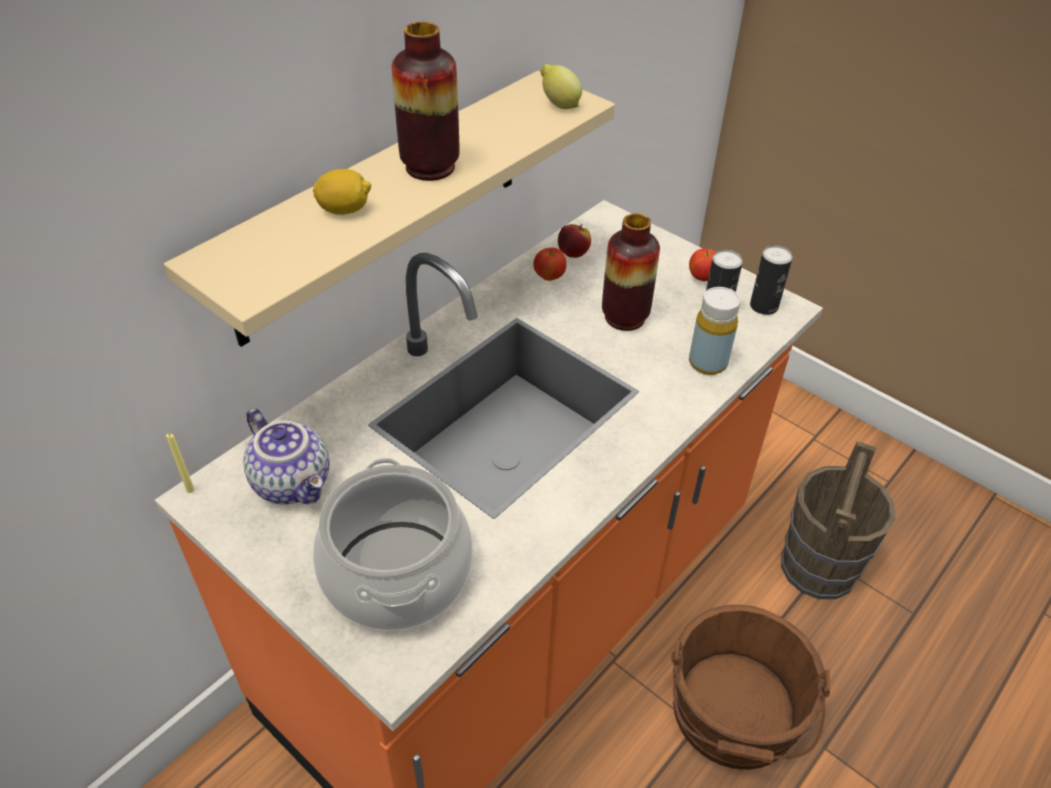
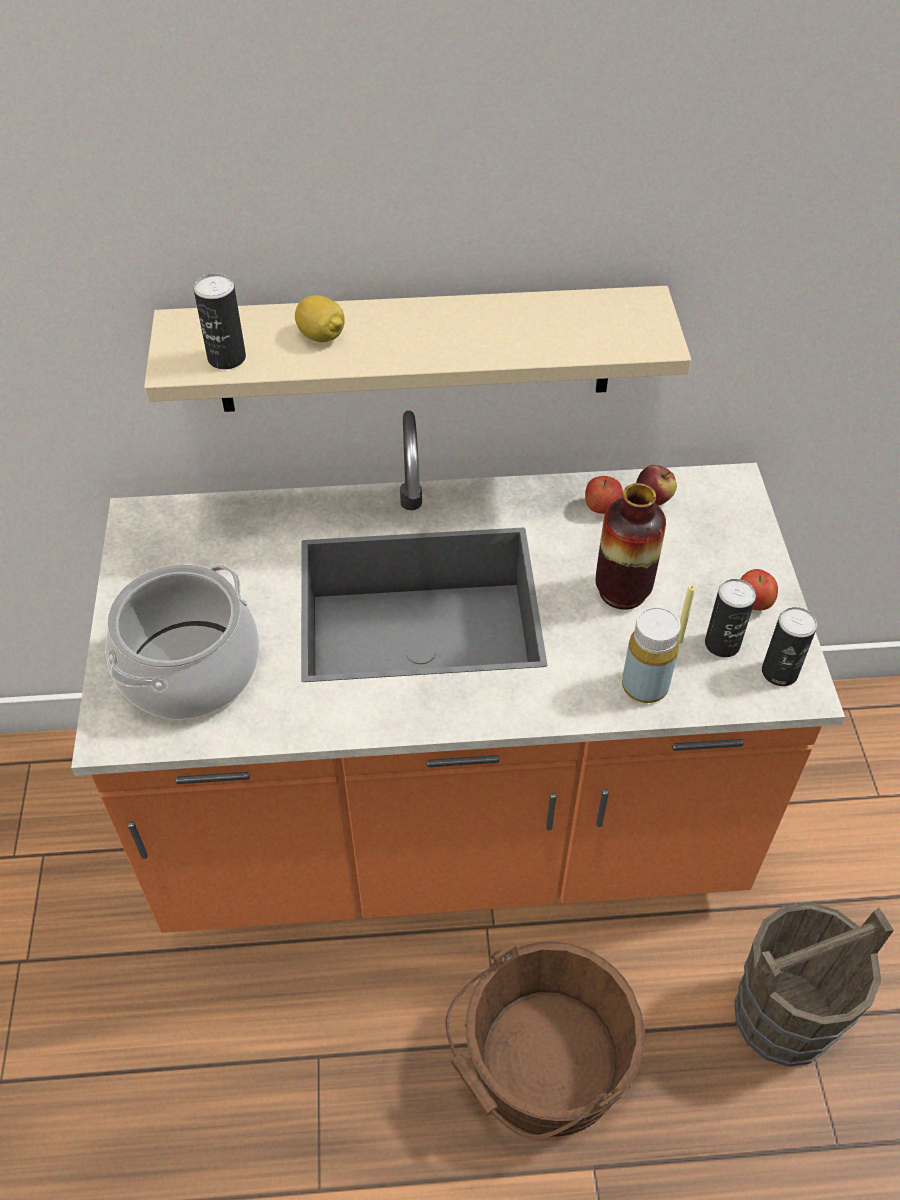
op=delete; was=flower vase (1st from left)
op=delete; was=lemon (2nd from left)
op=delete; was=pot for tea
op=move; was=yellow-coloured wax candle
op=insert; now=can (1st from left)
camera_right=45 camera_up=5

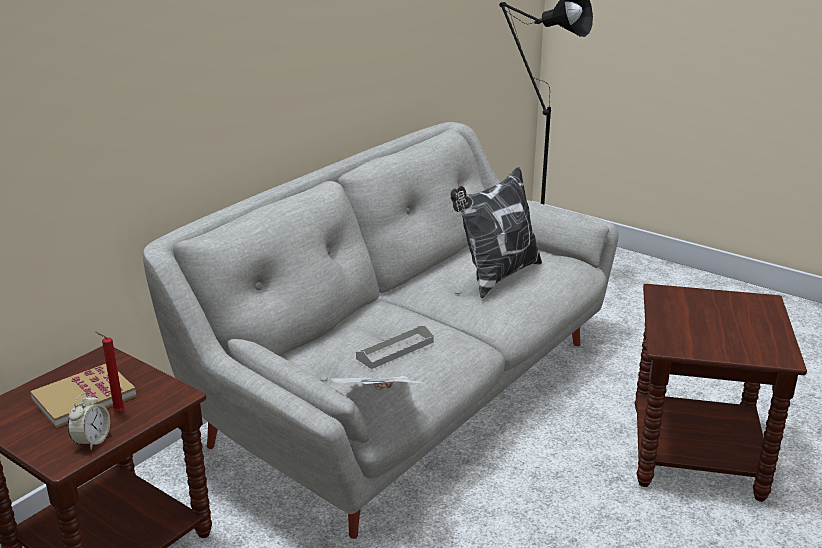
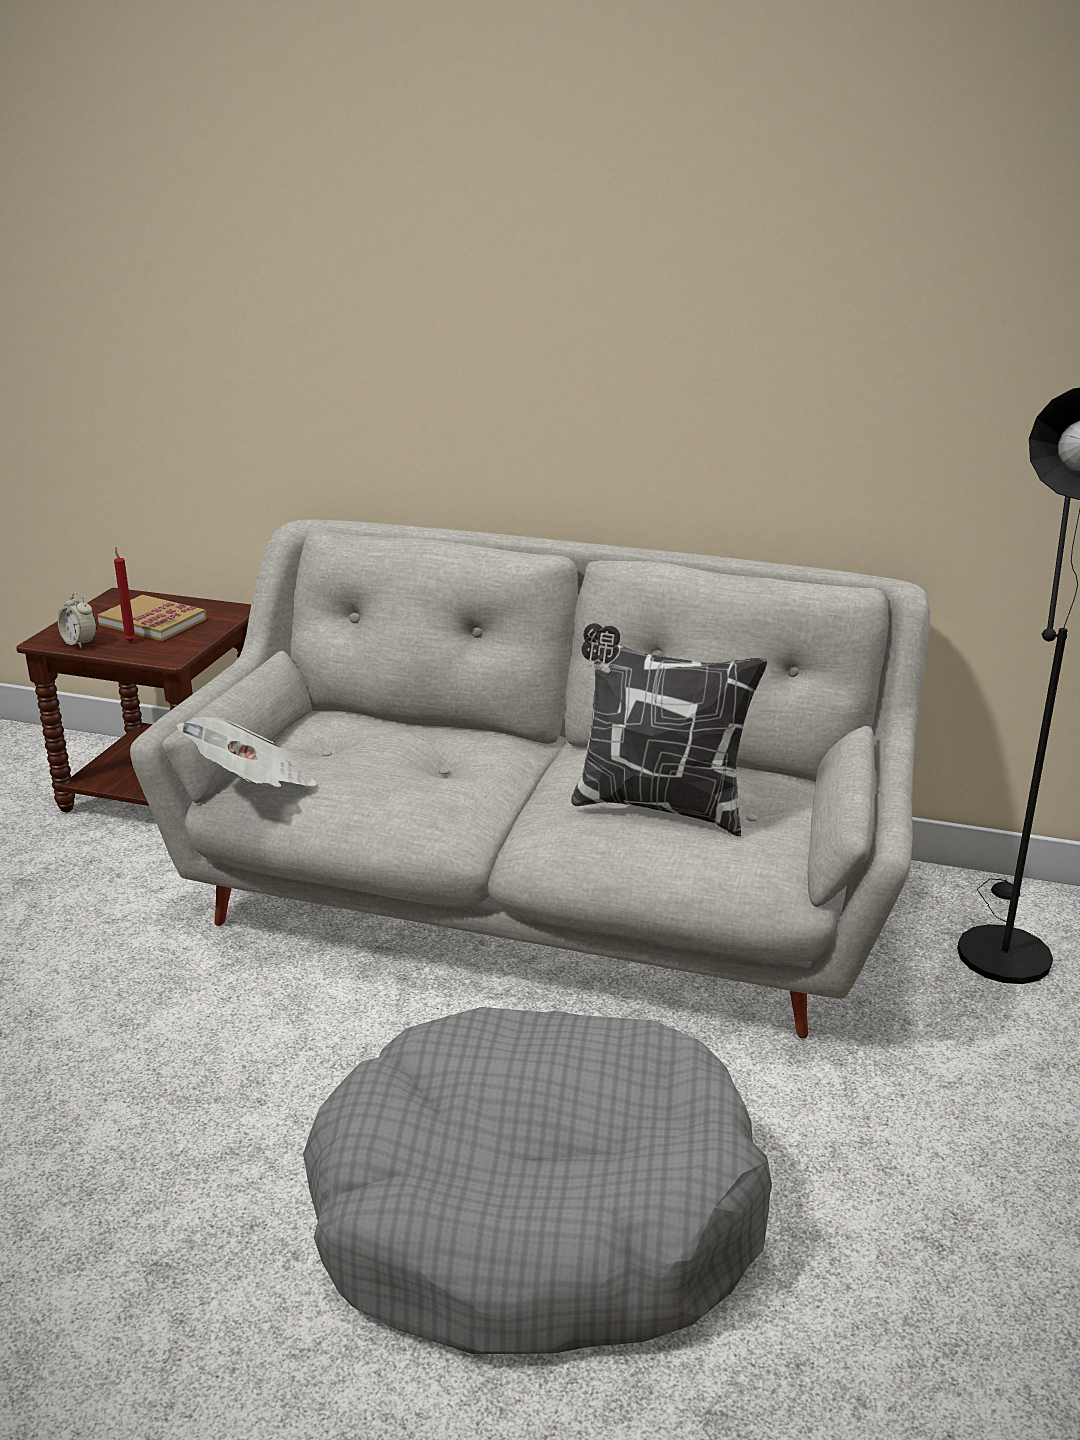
op=replace; was=brown end table (2nd from left); now=greyish dog cushion
op=delete; was=greyish tray
op=rotate; was=alarm clock; clockwise=45
camera_right=70 camera_up=0

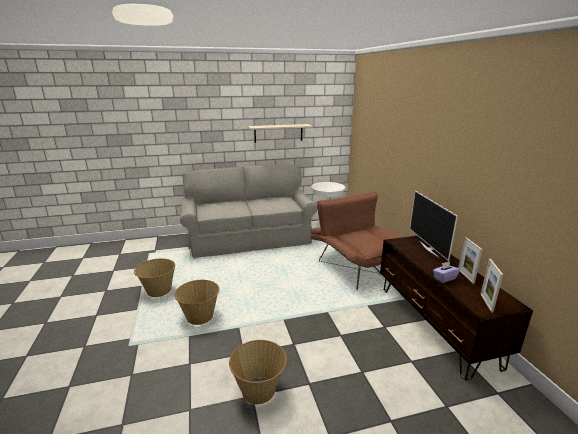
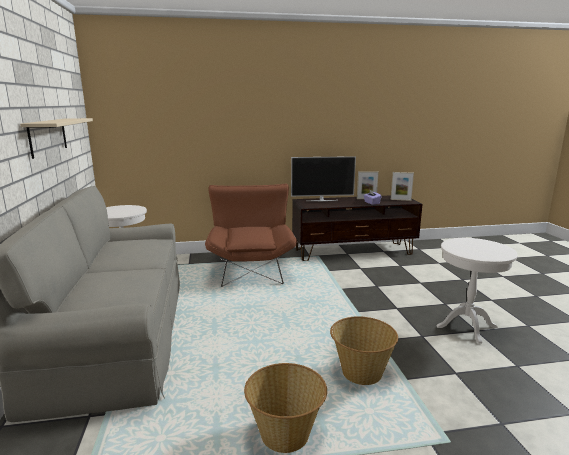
op=rotate; was=brown lounge chair; clockwise=105
op=replace; was=basket (3rd from left); now=whitish end table (2nd from left)
camera_right=-85 camera_up=-5

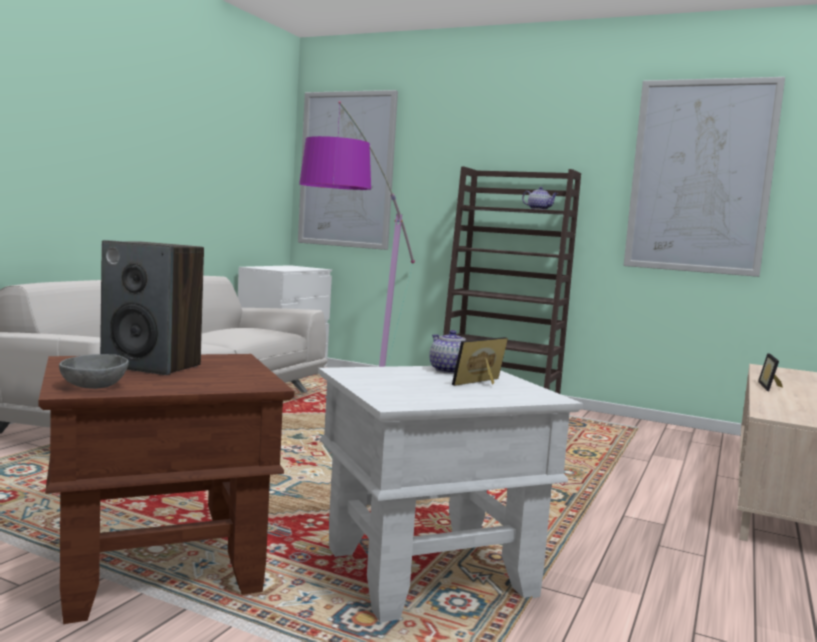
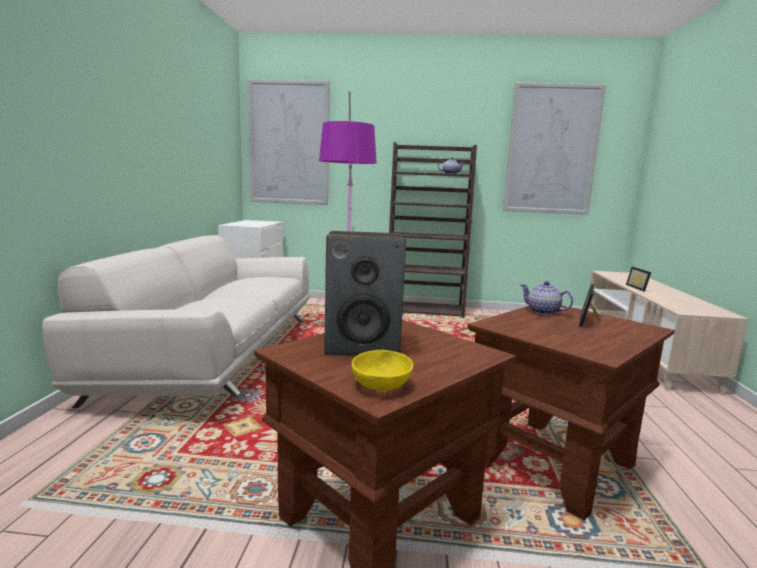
op=recolor; was=greyish bowl; now=yellow-coloured bowl
op=recolor; was=whitish end table; now=brown end table (2nd from left)
camera_right=-20 camera_up=5

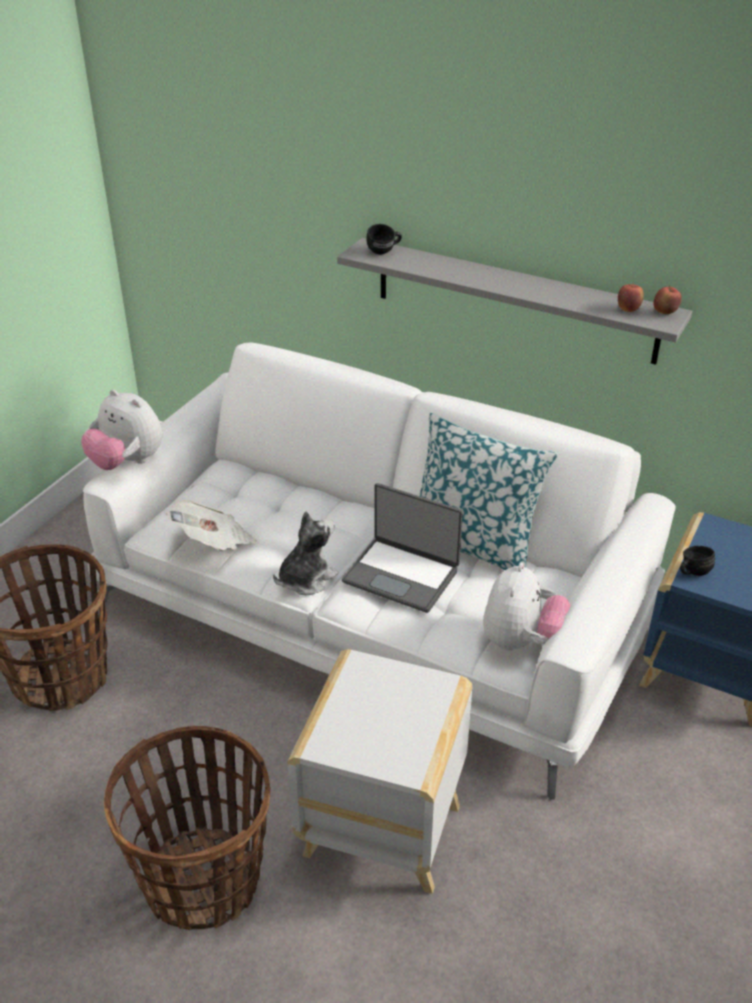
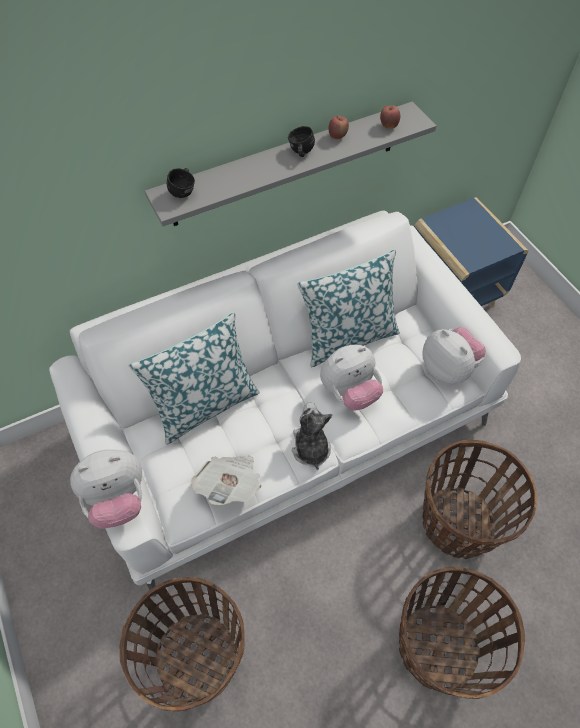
op=move; was=whole apple (2nd from left in the first image); now=whole apple (1st from left)
op=replace; was=laptop; now=plush toy (3rd from left)
op=move; was=black-coloured tea mug (2nd from left)
op=replace; was=whitish end table; now=basket (3rd from left)
op=insert; now=pillow (1st from left)
camera_right=-55 camera_up=20

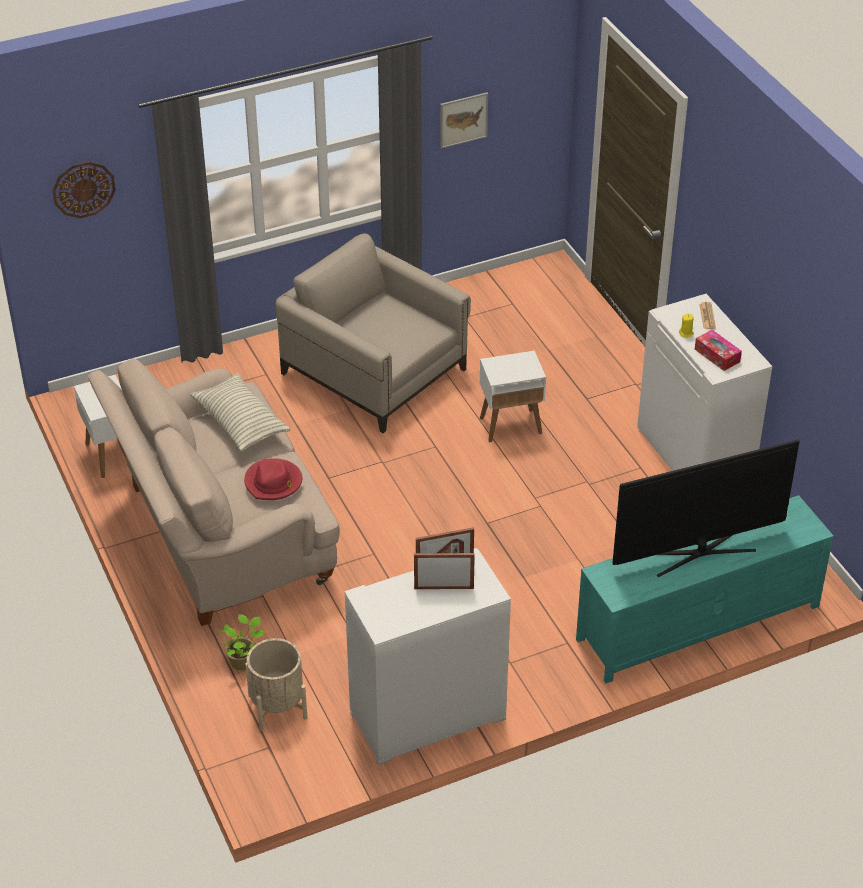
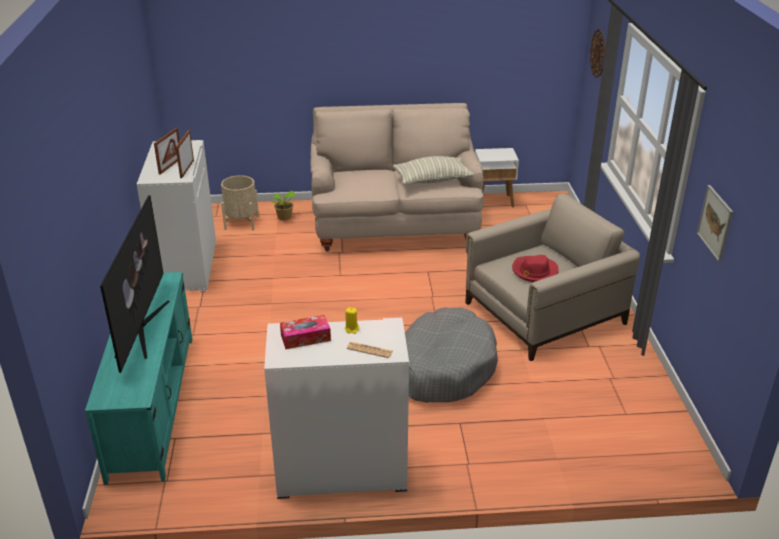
op=replace; was=whitish end table (2nd from left); now=greyish dog cushion
op=move; was=red-coloured wearable hat
camera_right=110 camera_up=-10

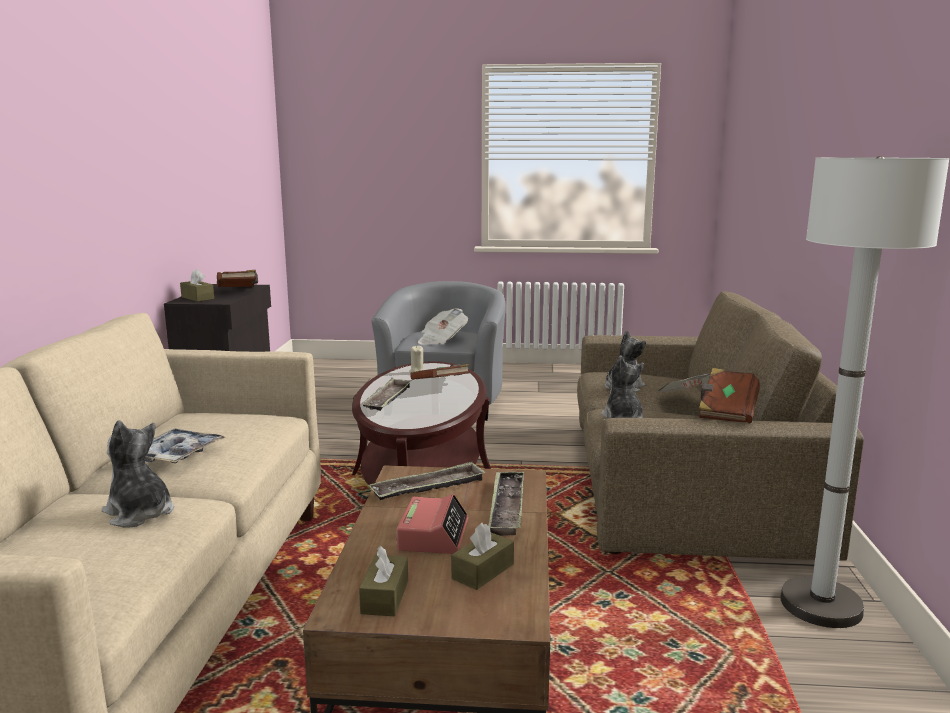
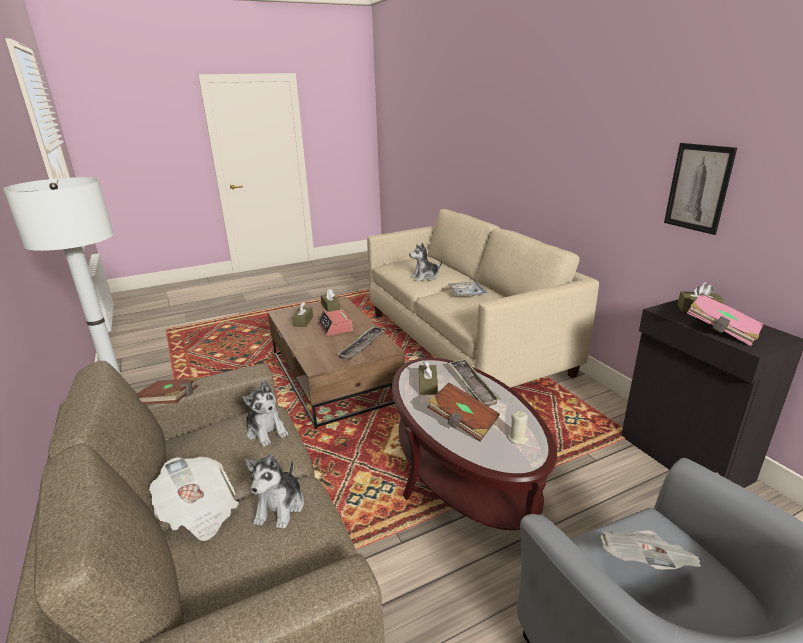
op=recolor; was=brown book (1st from left); now=pink book
op=rotate; was=plush toy (1st from left in the first image); clockwise=150
op=delete; was=tray (4th from left)
op=insert; now=wall art
op=insert; now=brown box of tissues (3rd from left)
camera_right=150 camera_up=10

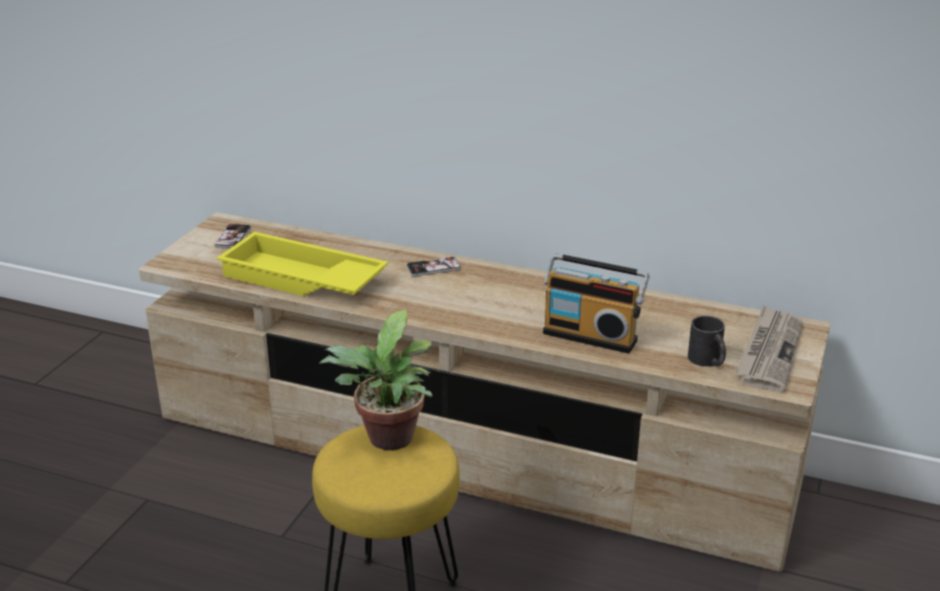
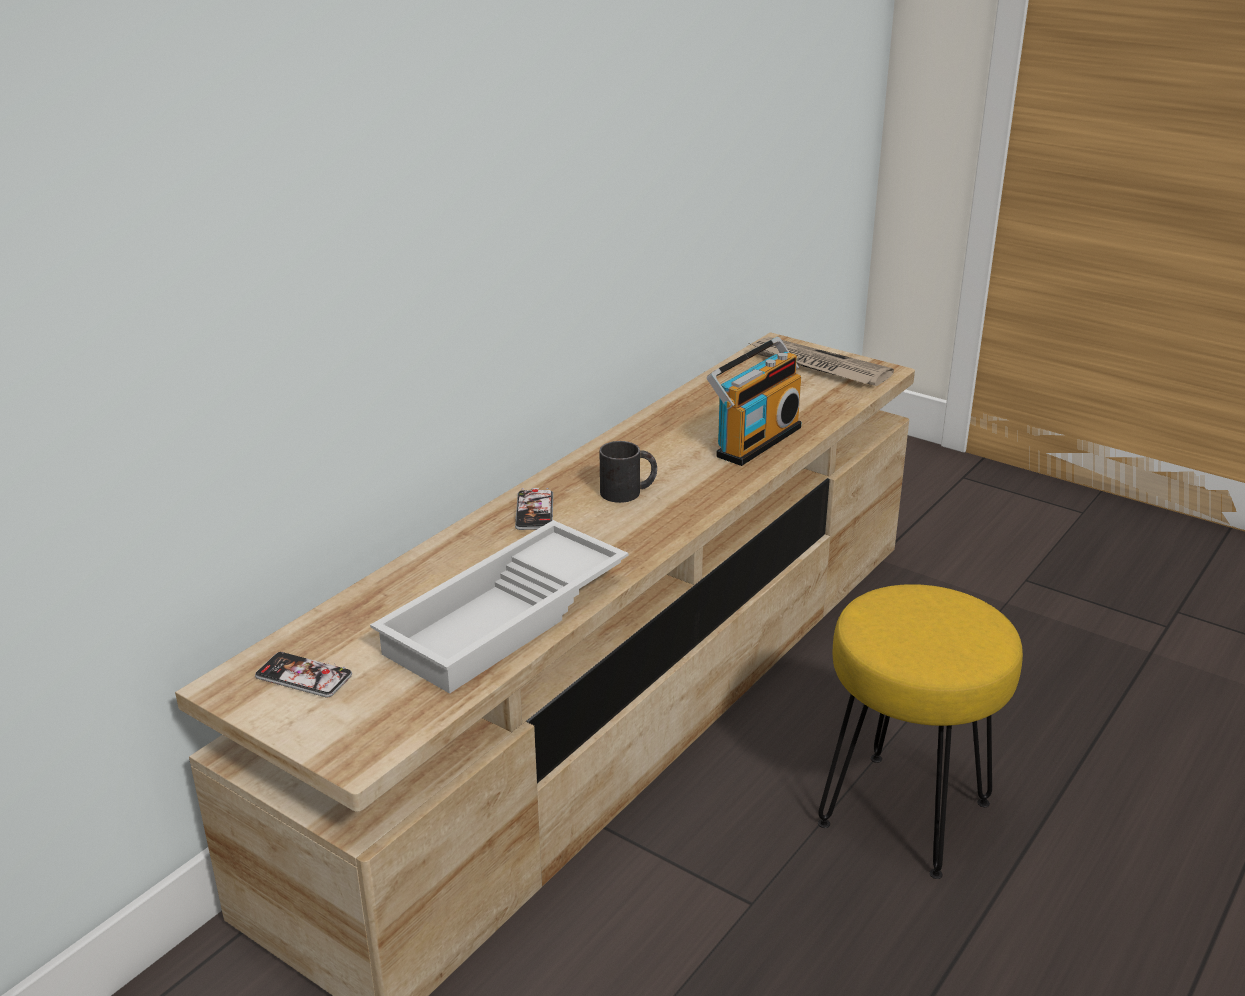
op=recolor; was=yellow-coloured tray; now=whitish tray
op=delete; was=potted plant
op=move; was=black-coloured tea mug
camera_right=-75 camera_up=0

